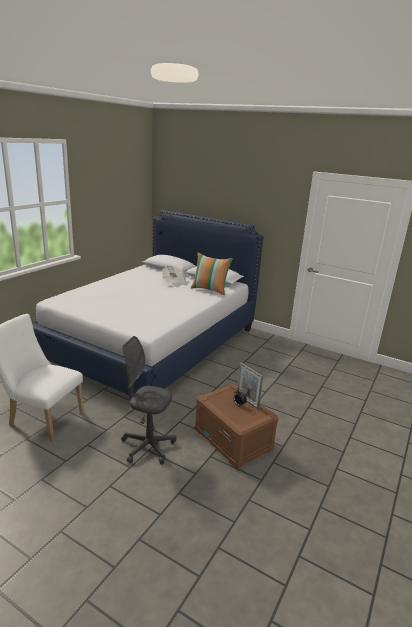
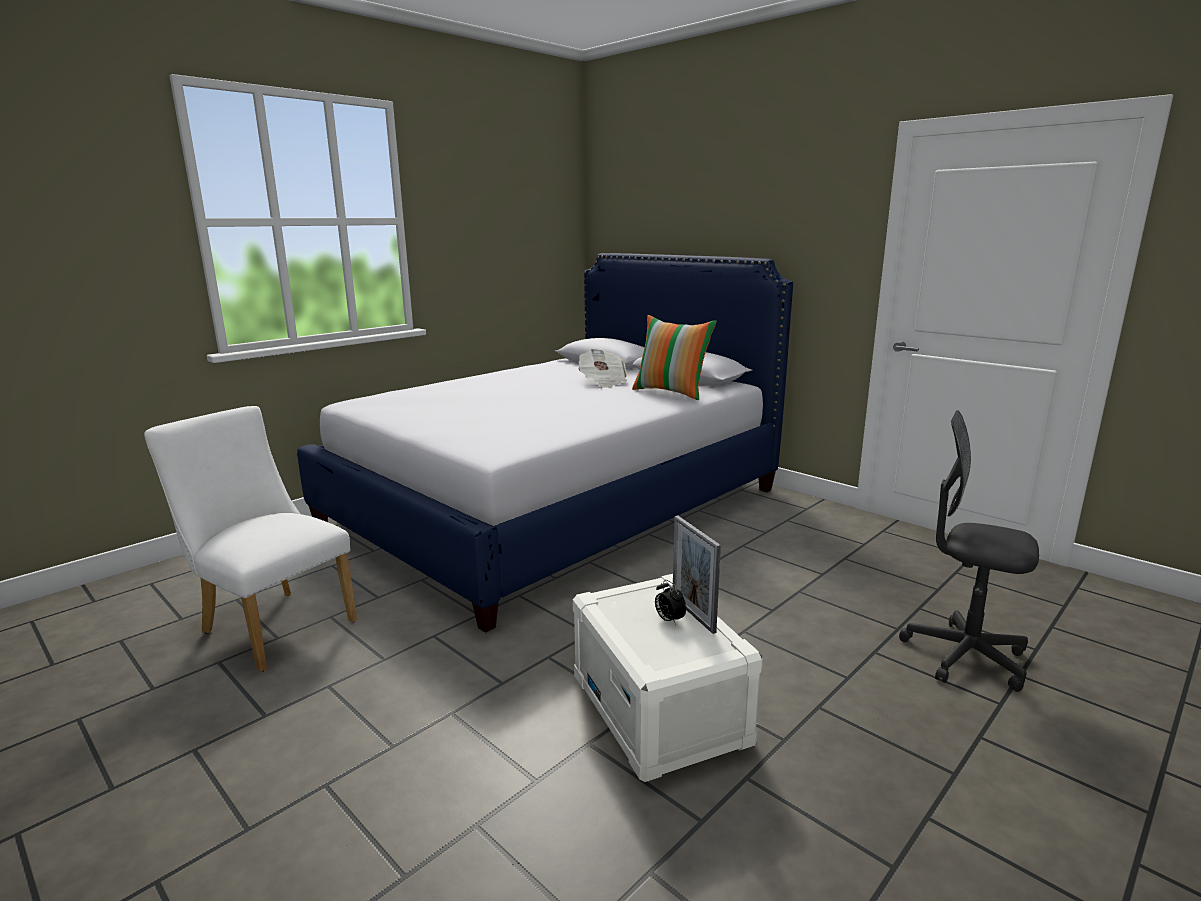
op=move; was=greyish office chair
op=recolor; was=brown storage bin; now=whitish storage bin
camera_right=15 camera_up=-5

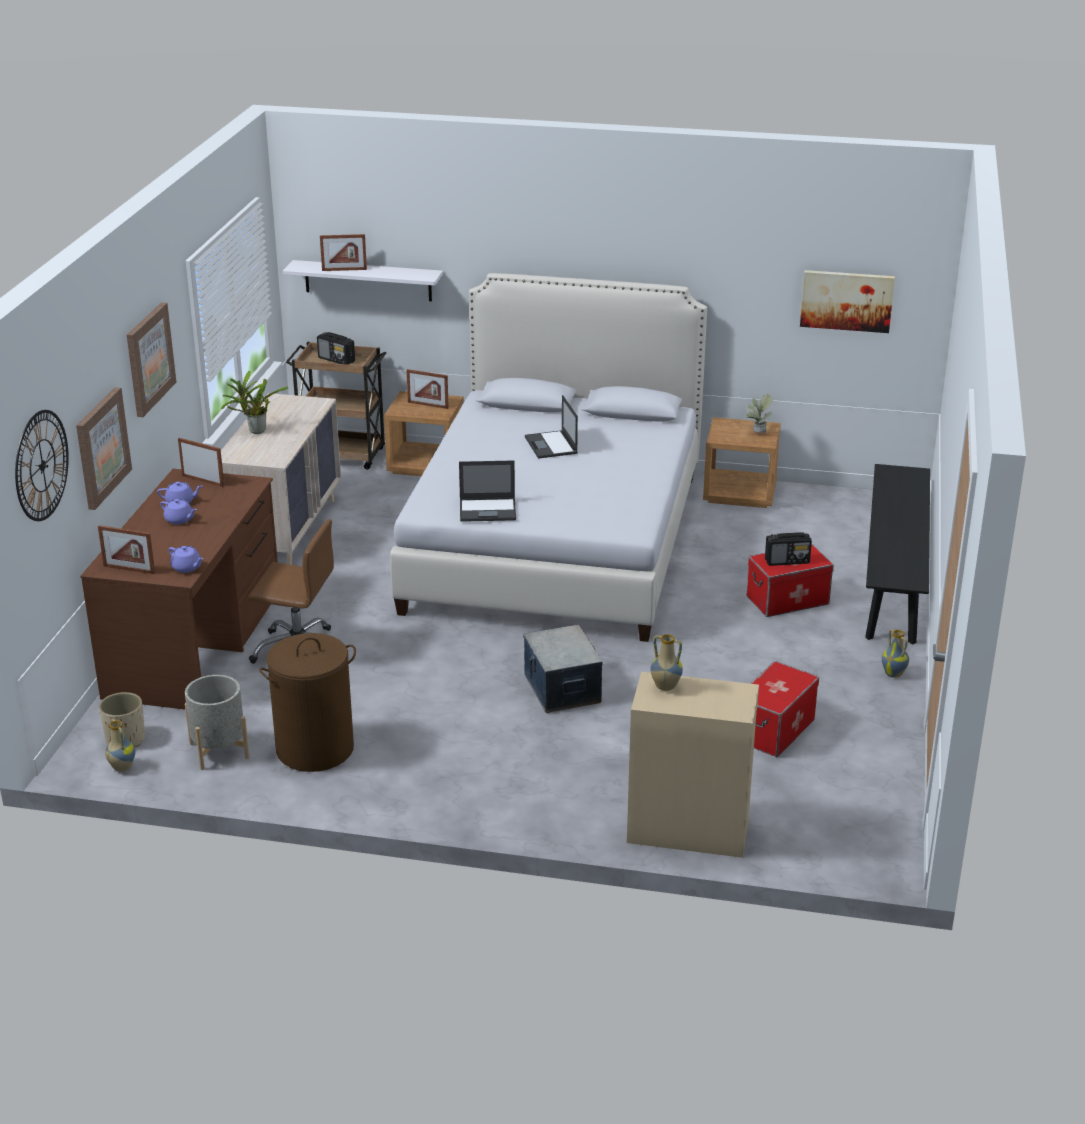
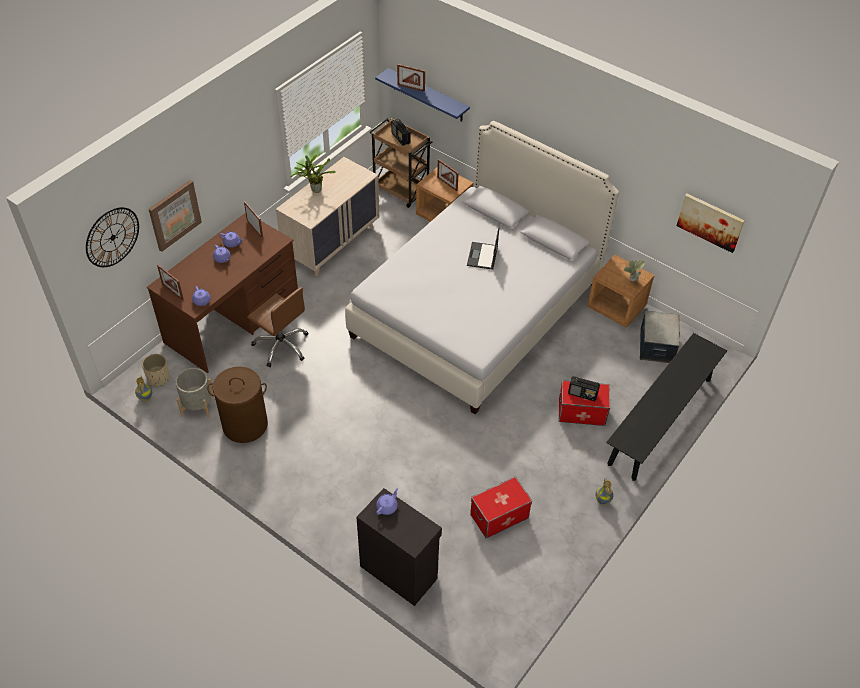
op=recolor; was=whitish wall shelf; now=bluish wall shelf
op=delete; was=wall art (2nd from left)
op=delete; was=laptop (1st from left)
op=move; was=storage bin (1st from left in the first image); now=storage bin (3rd from left)
op=replace; was=flower vase (2nd from left); now=purple-coloured pot for tea (4th from left)
op=recolor; was=beige cupboard; now=black-coloured cupboard
camera_right=25 camera_up=20

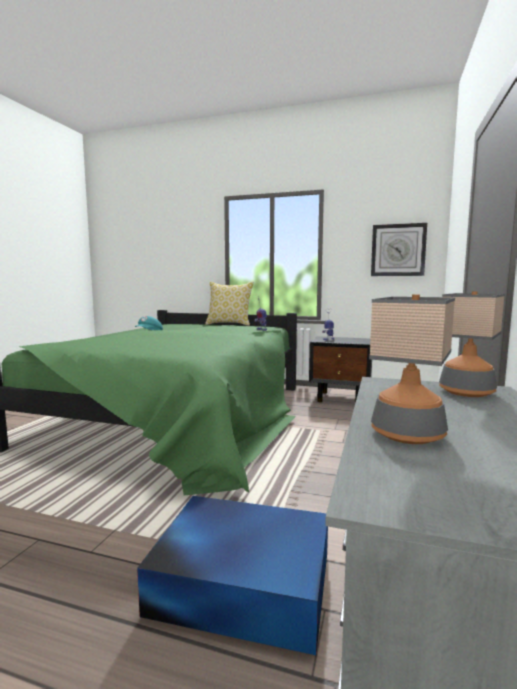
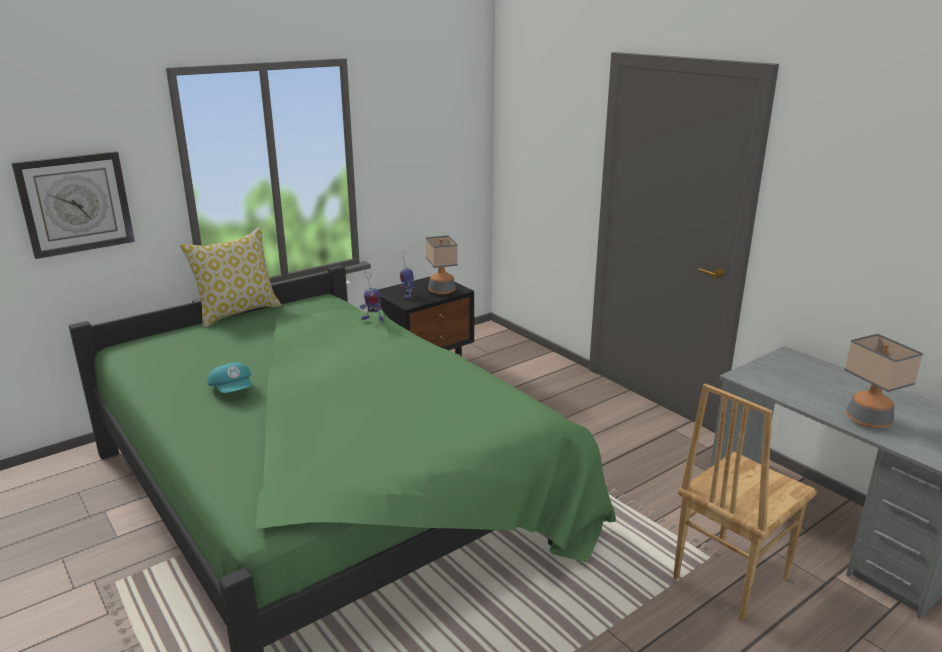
op=move; was=wall clock
op=move; was=lamp for a table (2nd from left in the first image); now=lamp for a table (1st from left)
op=replace; was=bluish storage bin; now=brown plain chair
camera_right=-55 camera_up=15

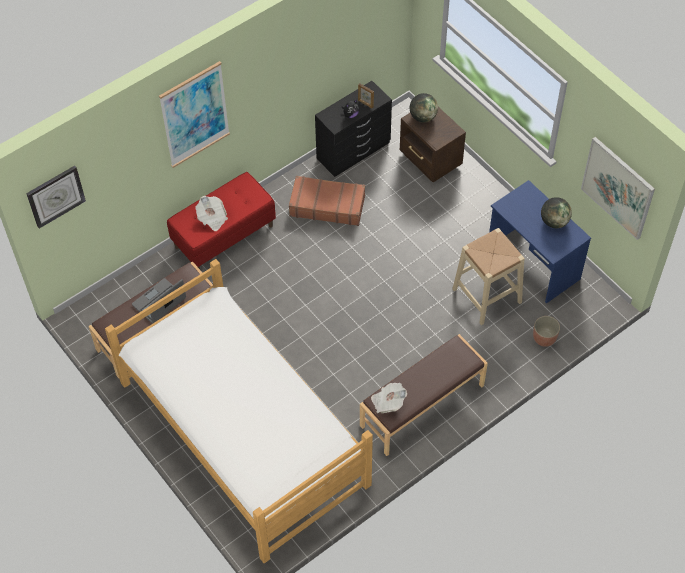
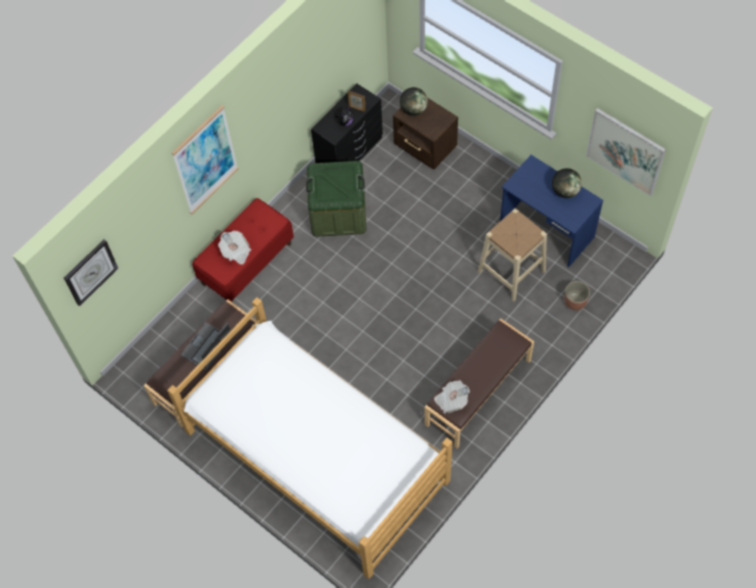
op=replace; was=brown piece of luggage; now=green-coloured storage bin
camera_right=-10 camera_up=5

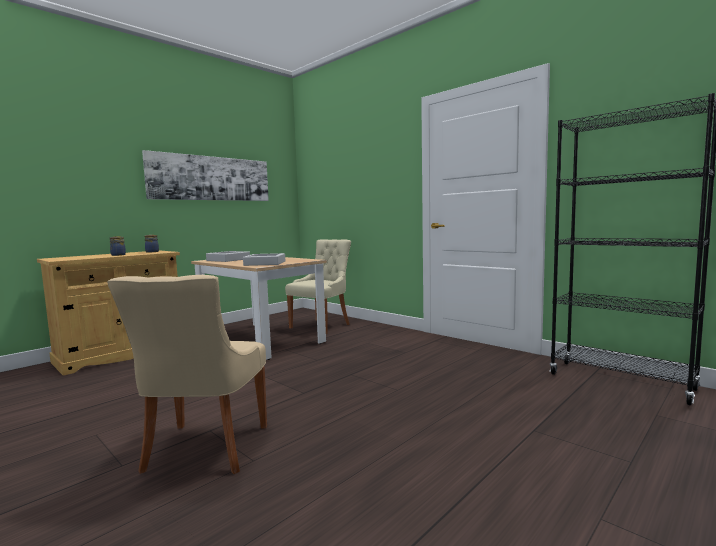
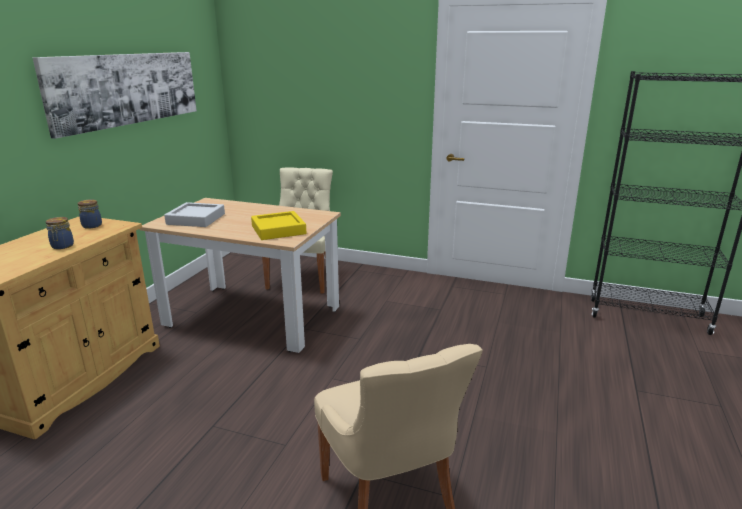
op=recolor; was=greyish tray (2nd from left); now=yellow-coloured tray
camera_right=-25 camera_up=15

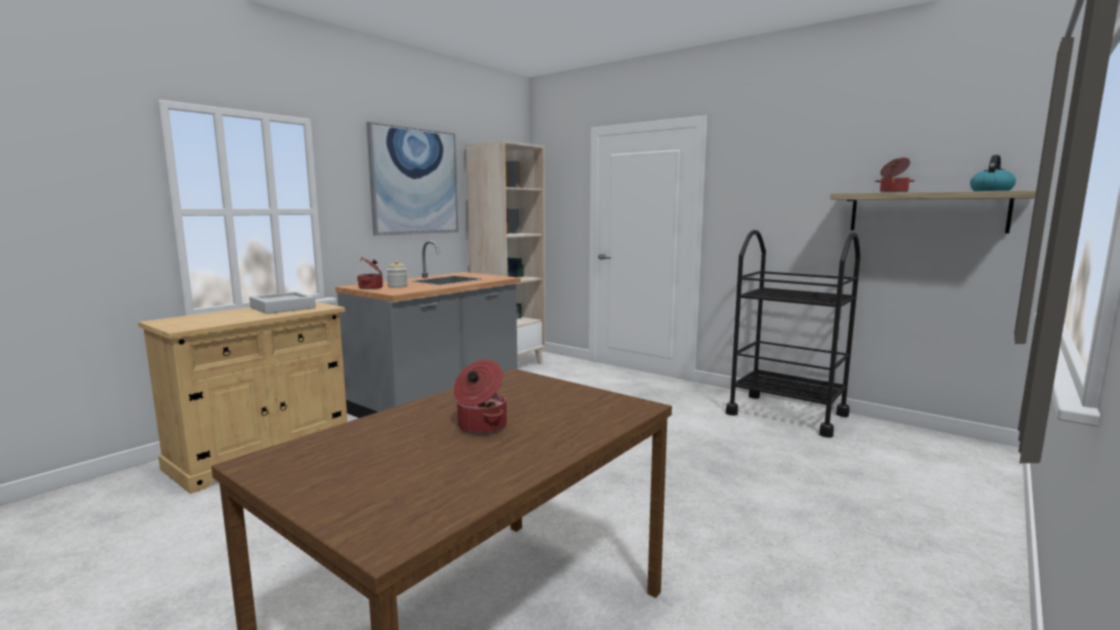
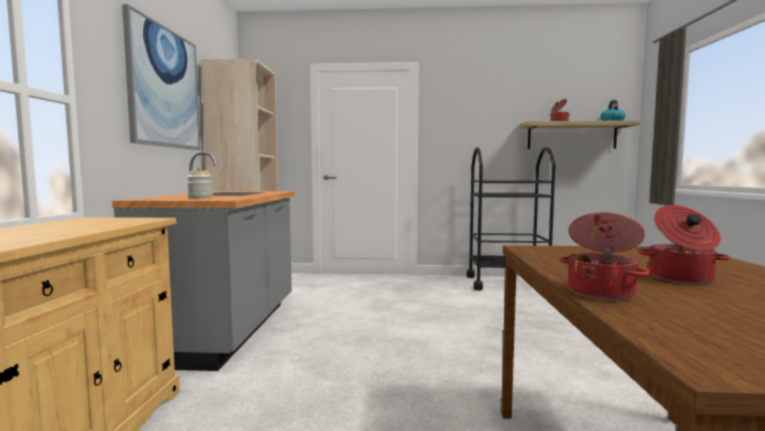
op=move; was=stockpot (1st from left in the first image); now=stockpot (2nd from left)
op=delete; was=greyish tray
camera_right=-35 camera_up=-5

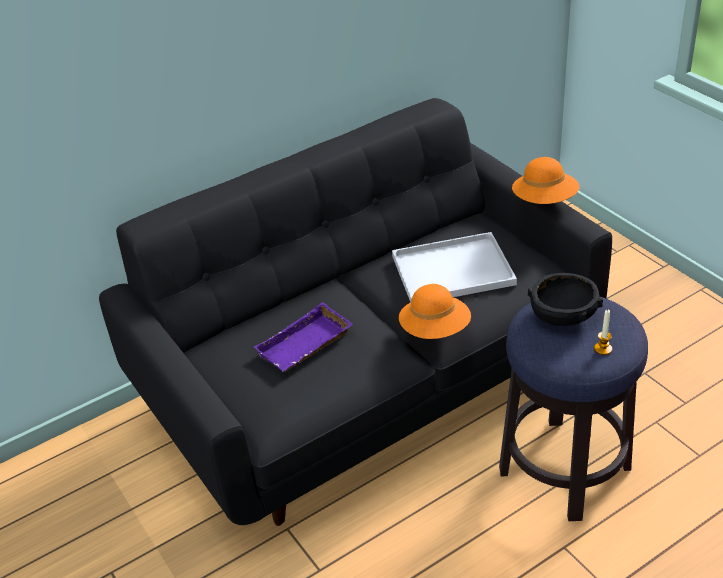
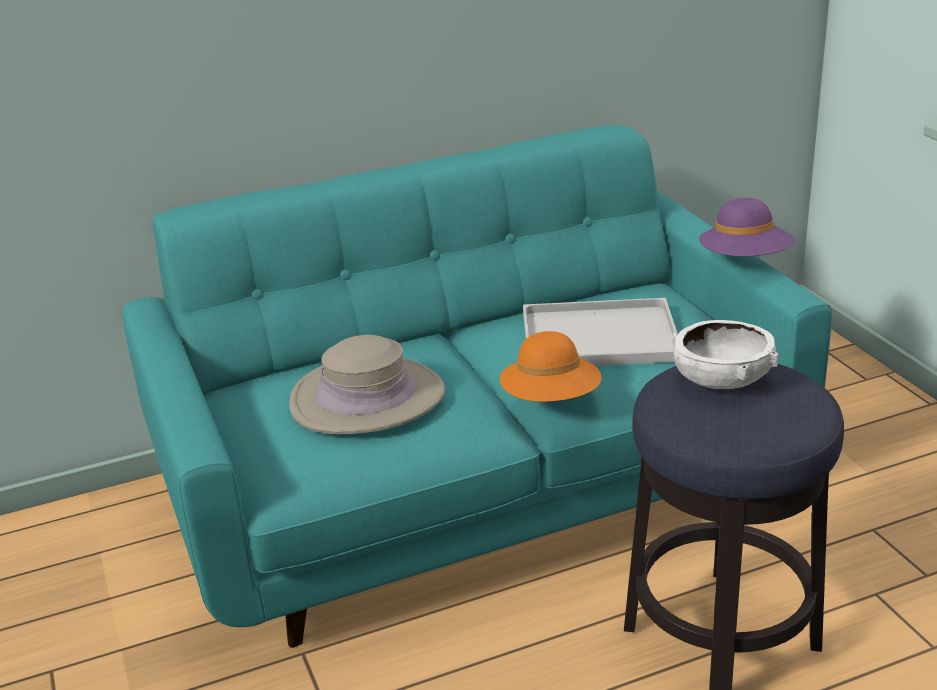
op=recolor; was=black-coloured settee; now=turquoise settee
op=recolor; was=orange-coloured wearable hat (2nd from left); now=purple-coloured wearable hat
op=recolor; was=black-coloured bowl; now=whitish bowl
op=replace; was=purple-coloured tray; now=beige wearable hat
op=delete; was=wax candle
camera_right=10 camera_up=-10

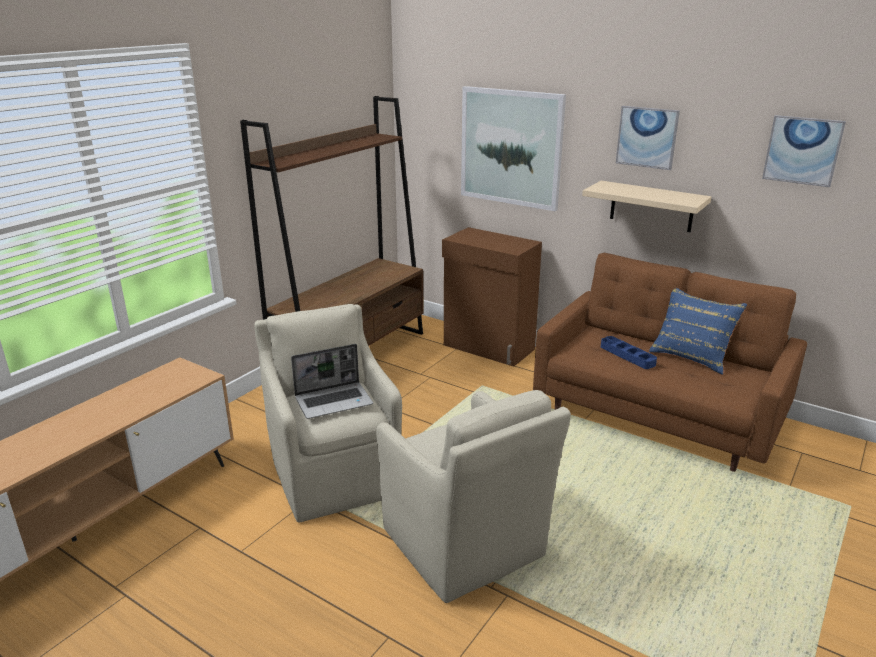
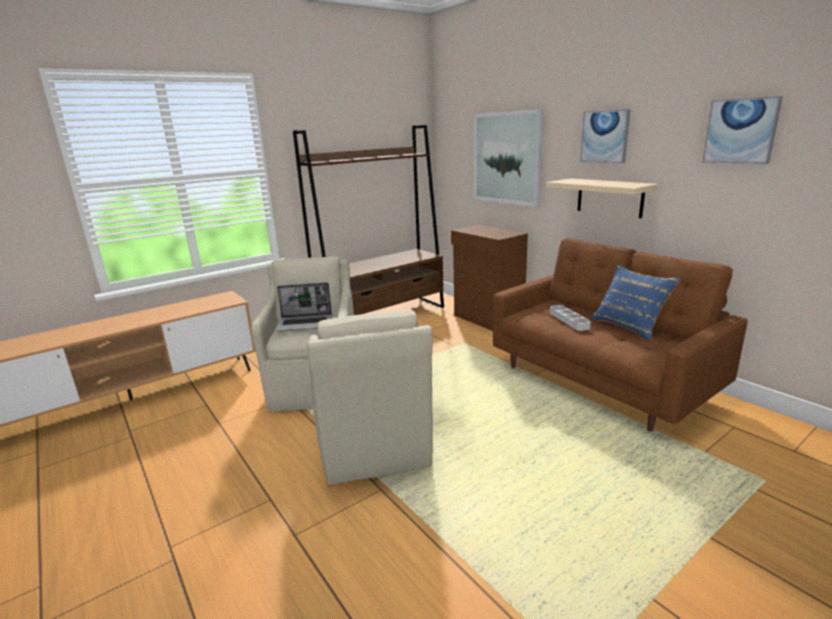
op=recolor; was=bluish tray; now=greyish tray
camera_right=20 camera_up=-5

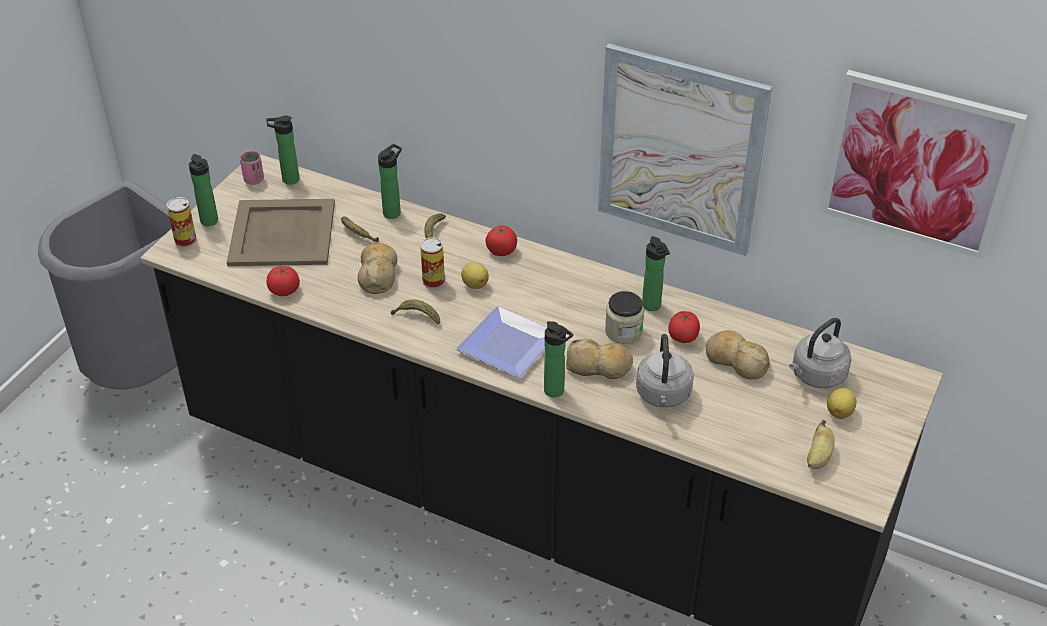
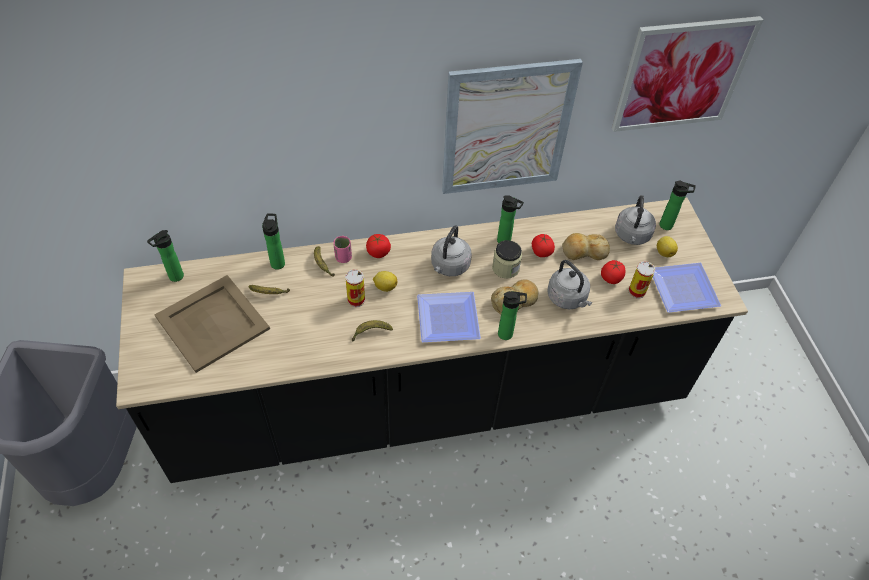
op=move; was=pink small cup
op=move; was=drink bottle (1st from left in the first image); now=drink bottle (5th from left)
op=move; was=can (1st from left in the first image); now=can (2nd from left)
op=delete; was=bakery bread (1st from left)
op=move; was=tomato (1st from left in the first image); now=tomato (3rd from left)
op=replace; was=whole banana (4th from left); now=plate (2nd from left)
op=insert; now=greyish water kettle (1st from left)
camera_right=-40 camera_up=10

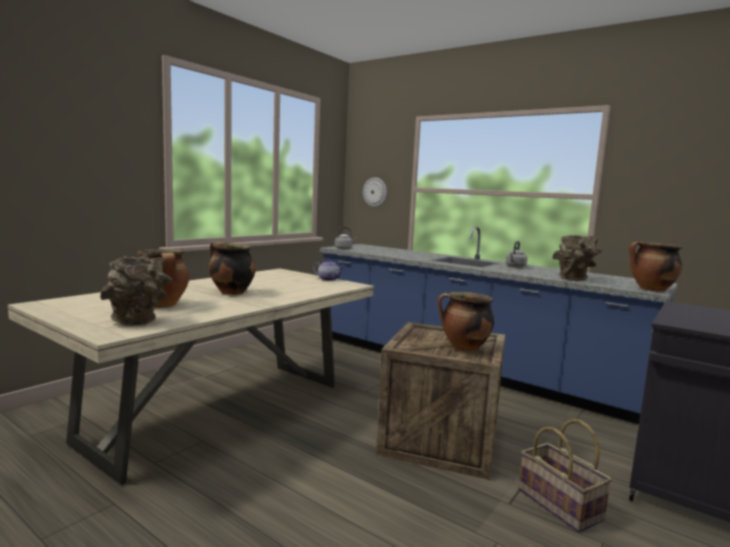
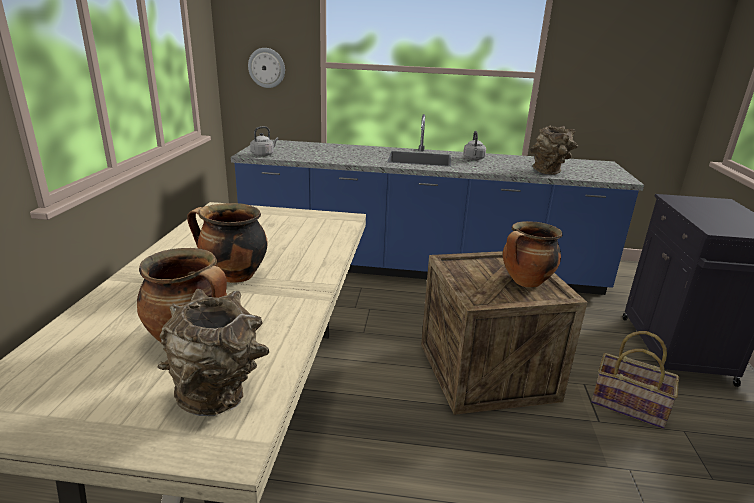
op=delete; was=stockpot (4th from left)
op=delete; was=pot for tea
camera_right=-30 camera_up=15

